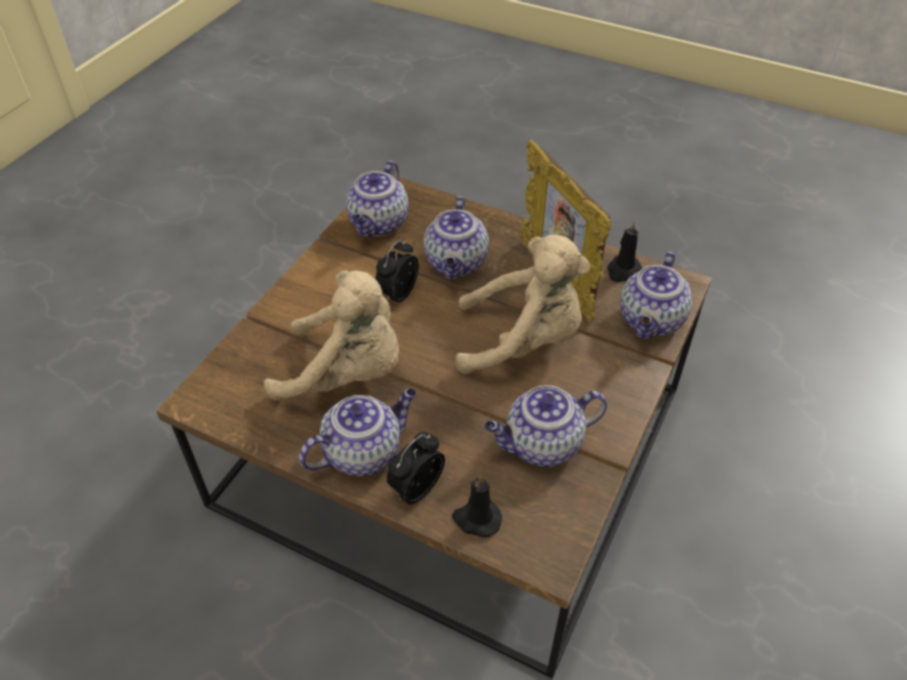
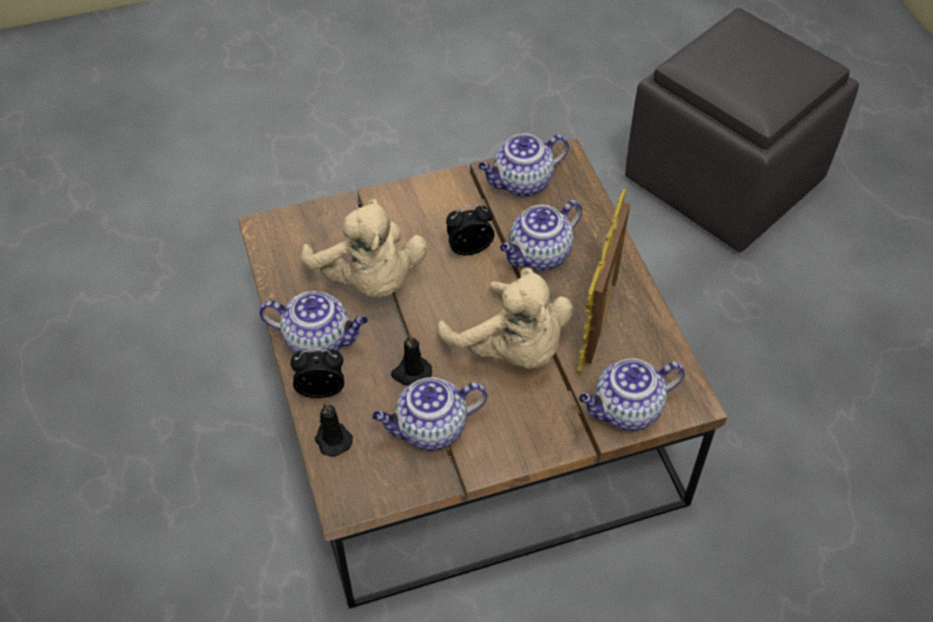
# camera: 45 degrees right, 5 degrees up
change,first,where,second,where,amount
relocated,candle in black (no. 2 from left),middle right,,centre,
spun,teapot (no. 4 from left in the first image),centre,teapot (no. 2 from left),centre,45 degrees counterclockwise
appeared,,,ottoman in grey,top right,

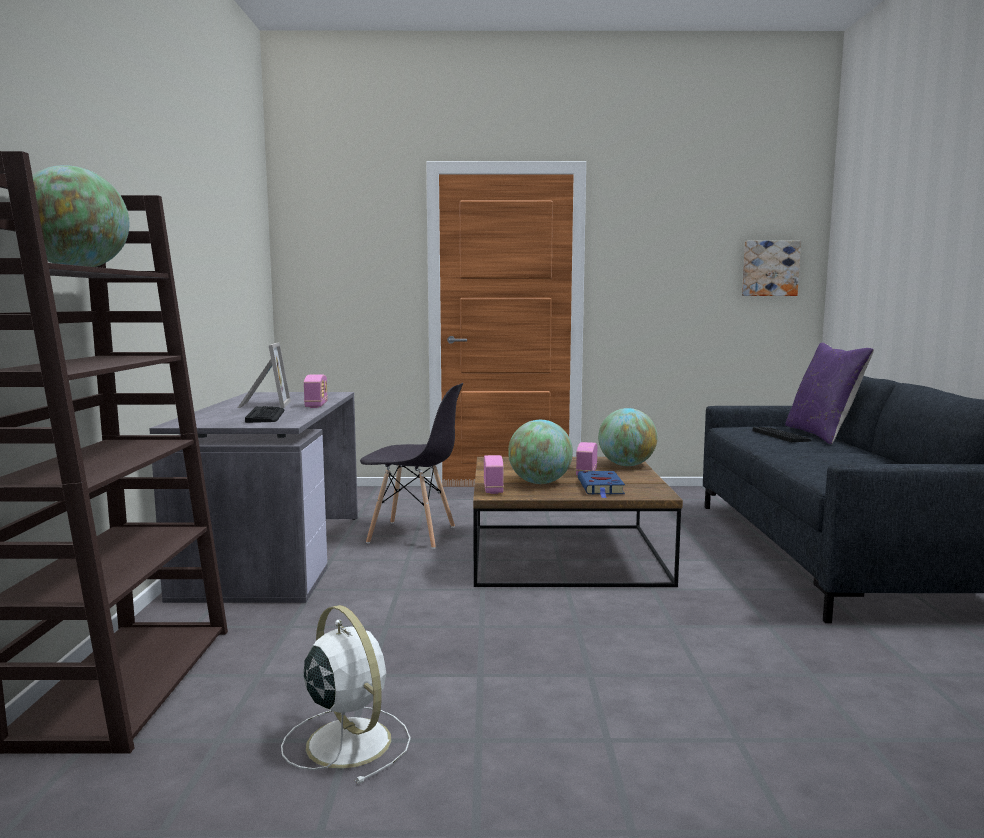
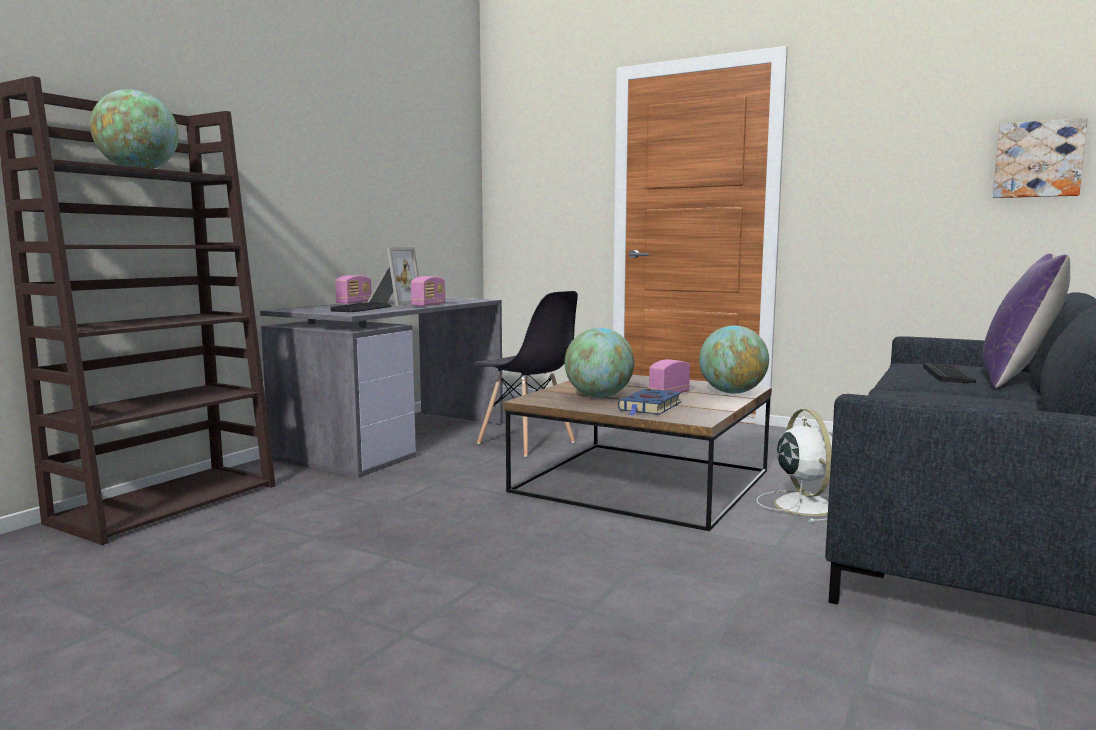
# camera: 30 degrees right, 0 degrees up
change,first,where,second,where,amount
relocated,radio (no. 2 from left in the first image),centre,radio (no. 1 from left),middle left,
relocated,fan in white,bottom centre,,middle right,

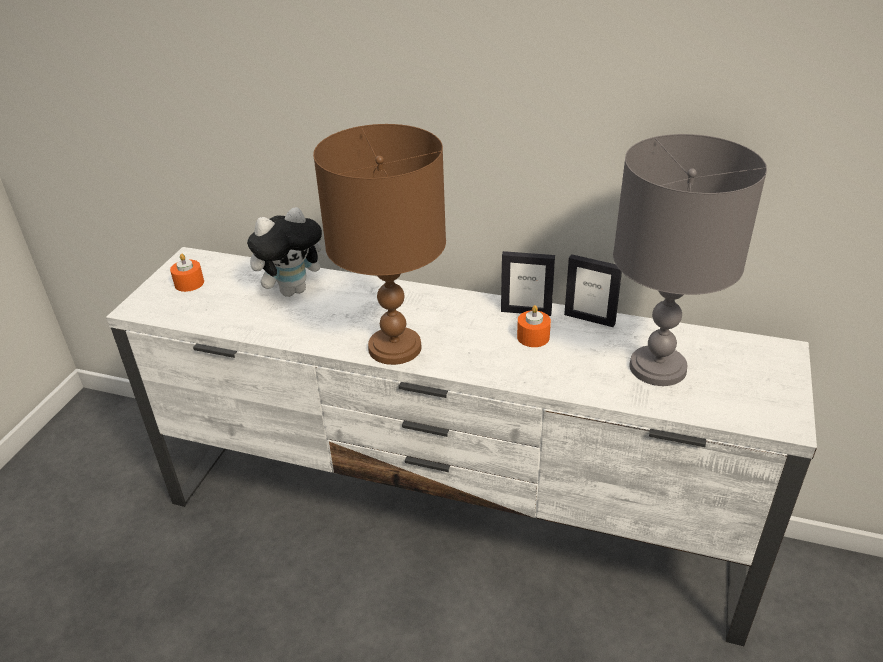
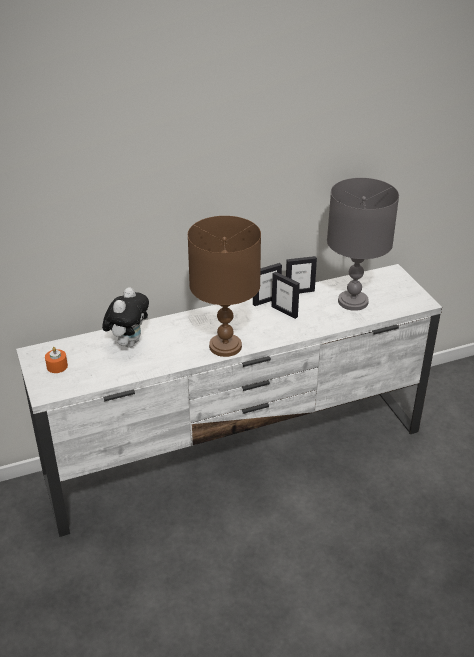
# camera: 40 degrees left, 0 degrees up
change,first,where,second,where,amount
exchanged,candle in orange (no. 2 from left),centre,picture frame (no. 2 from left),centre,

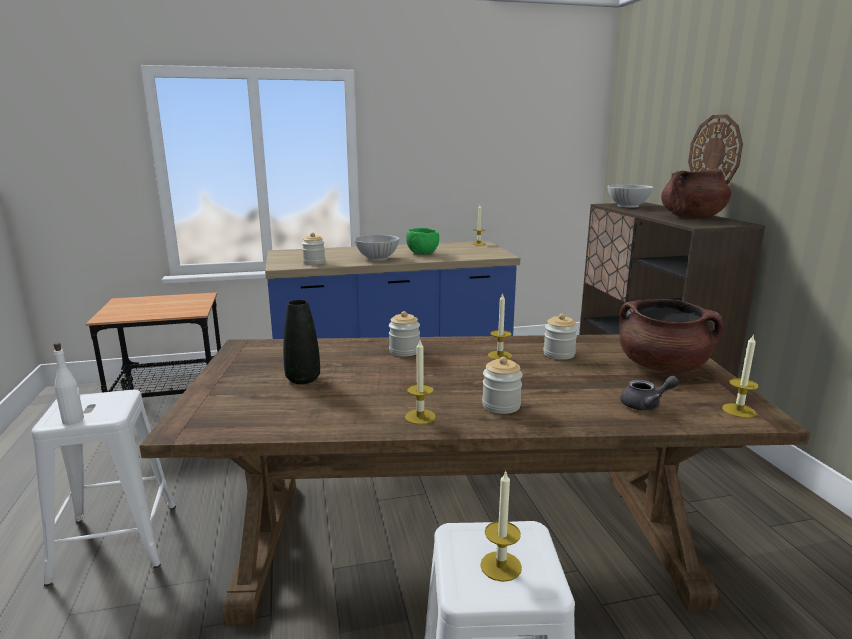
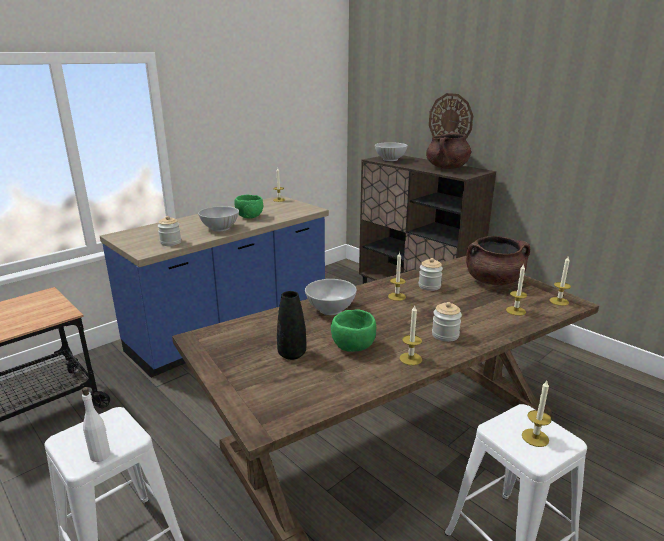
# camera: 30 degrees left, 5 degrees up
change,first,where,second,where,amount
exchanged,jar (no. 2 from left),centre,bowl in white (no. 2 from left),centre,
exchanged,teapot in grey,middle right,candle (no. 4 from left),middle right,
appeared,,,bowl in green (no. 2 from left),centre,

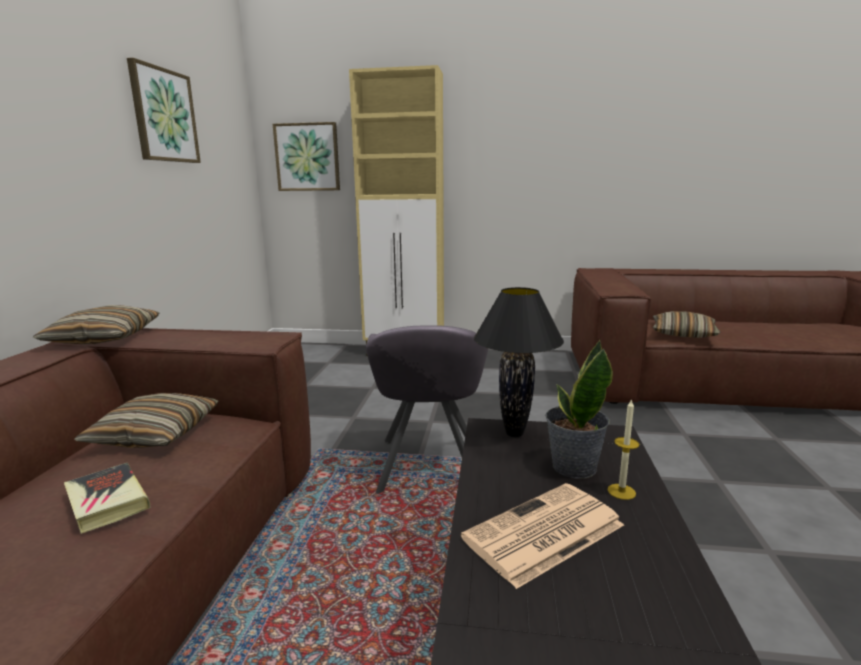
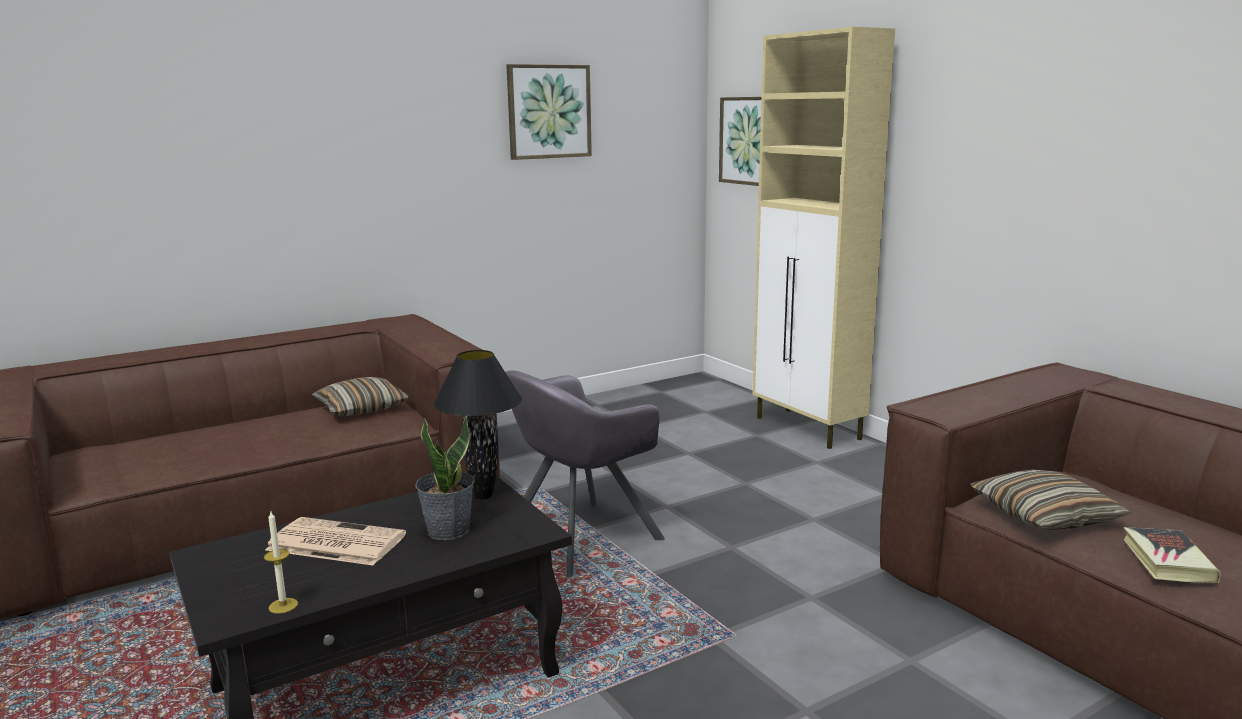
# camera: 50 degrees right, 0 degrees up
change,first,where,second,where,amount
missing,pillow (no. 1 from left),middle left,,,
relocated,candle,bottom right,,bottom left,
relocated,book,bottom left,,bottom right,

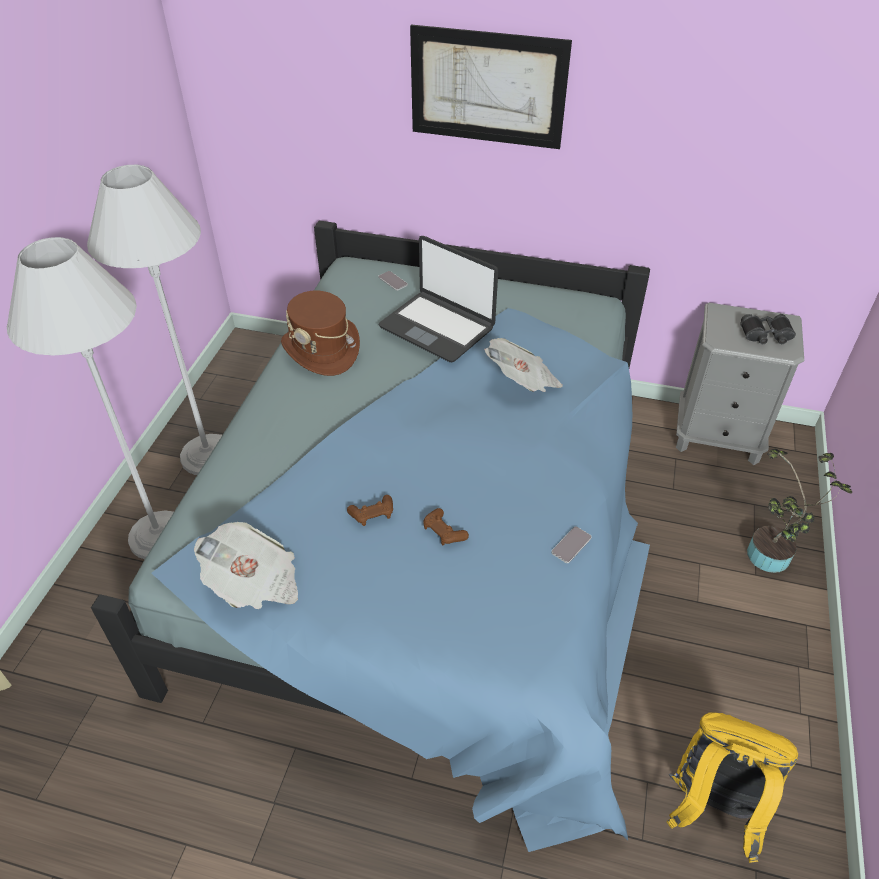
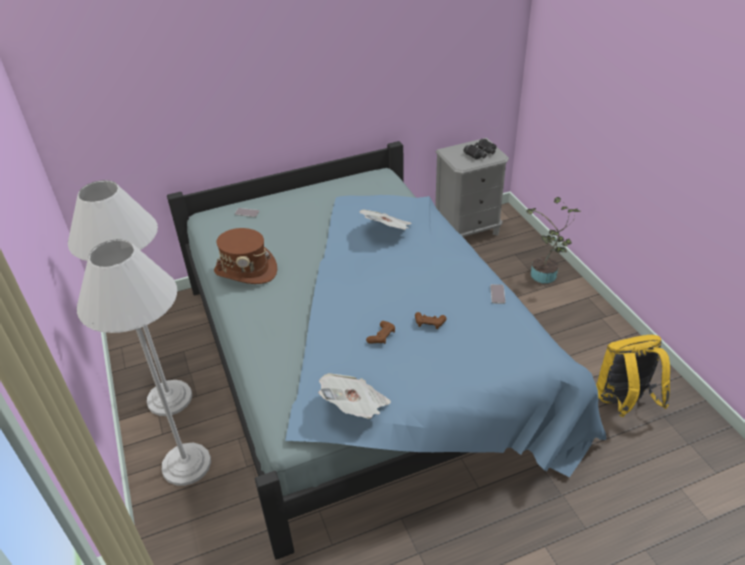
# camera: 35 degrees left, 5 degrees down
change,first,where,second,where,amount
missing,picture,top centre,,,
missing,laptop,centre,,,

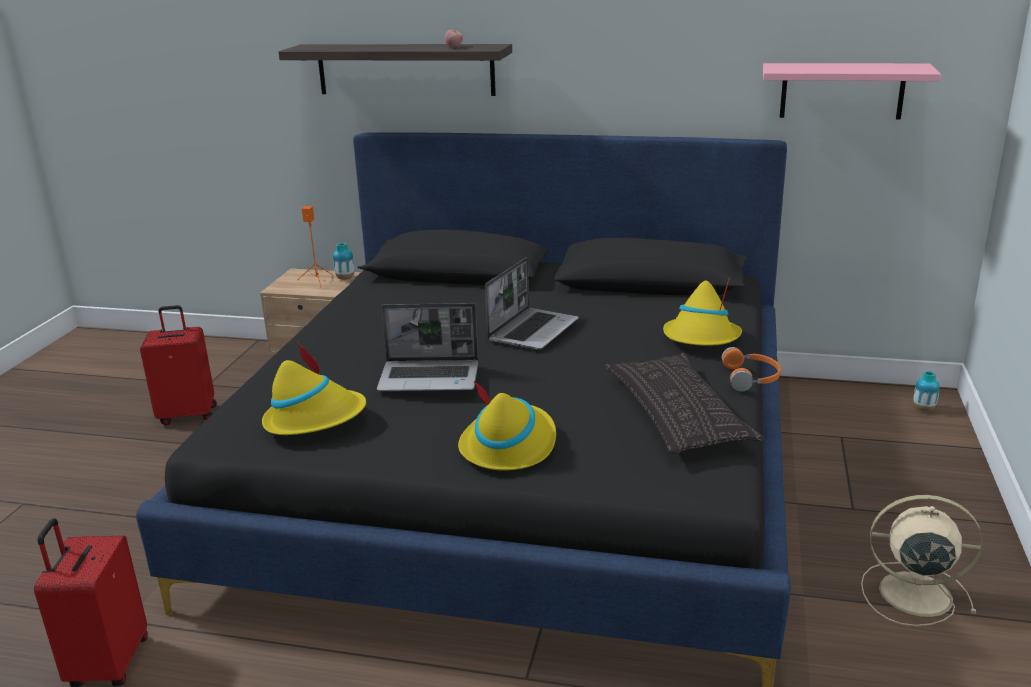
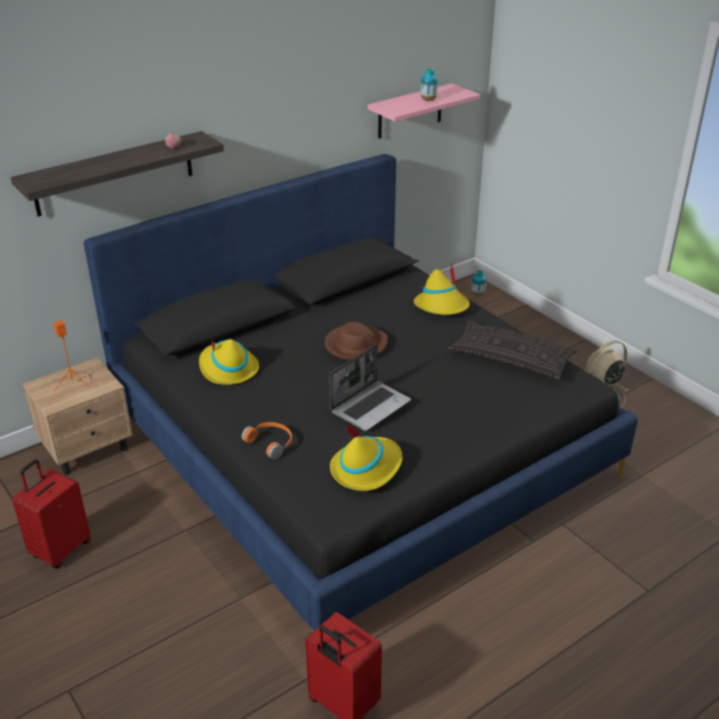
# camera: 50 degrees left, 10 degrees up
change,first,where,second,where,amount
relocated,vase (no. 1 from left),centre,,top centre,
exchanged,laptop (no. 2 from left),centre,hat in brown,centre,
relocated,headphones in orange,middle right,,centre,
relocated,hat in yellow (no. 2 from left in the first image),centre,hat in yellow (no. 1 from left),middle left,

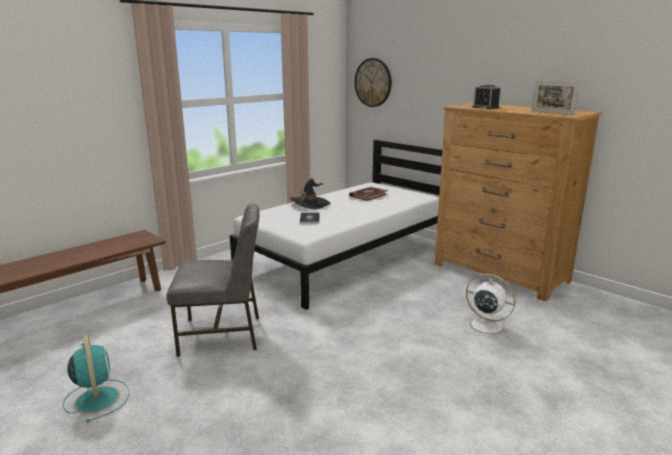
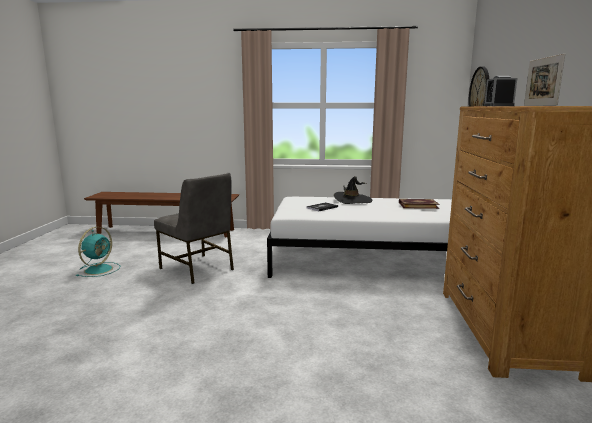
# camera: 50 degrees right, 5 degrees down
change,first,where,second,where,amount
missing,fan in white,bottom right,,,

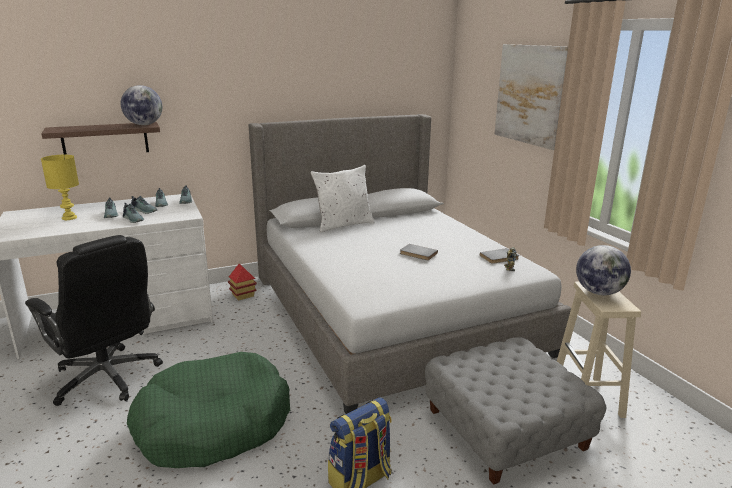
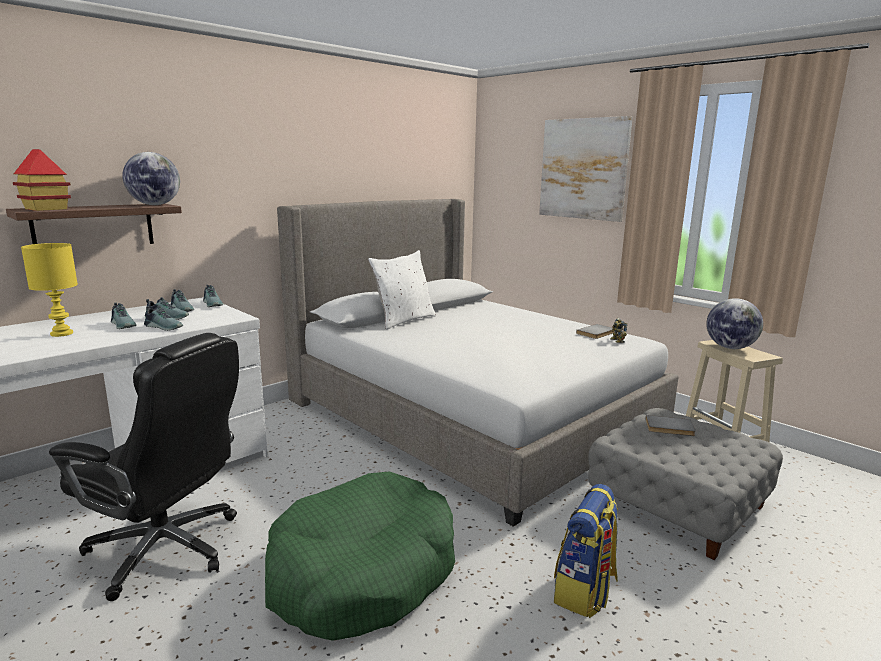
# camera: 20 degrees left, 5 degrees down
change,first,where,second,where,amount
relocated,book in grey (no. 1 from left in the first image),centre,book in grey (no. 2 from left),middle right,
relocated,toy house,middle left,,top left,

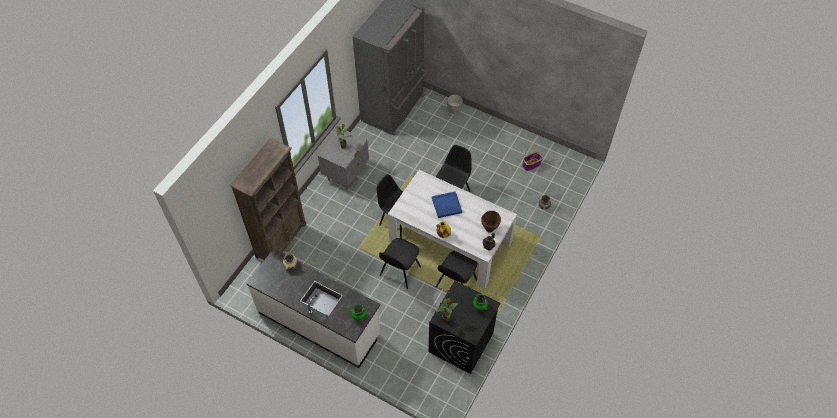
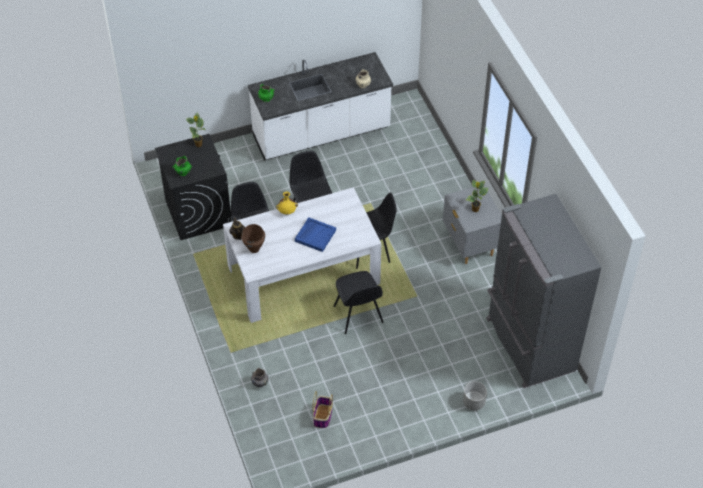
# camera: 130 degrees right, 5 degrees down
change,first,where,second,where,amount
missing,bookcase in brown,middle left,,,

